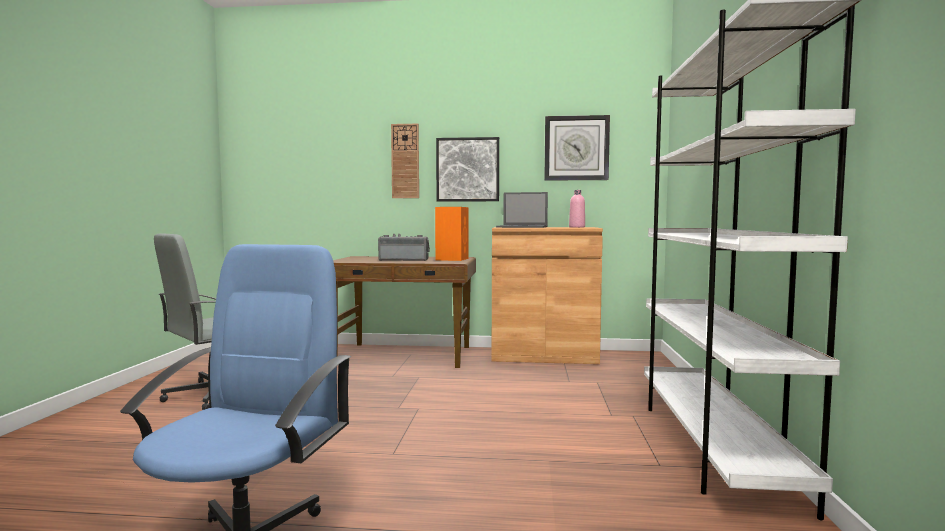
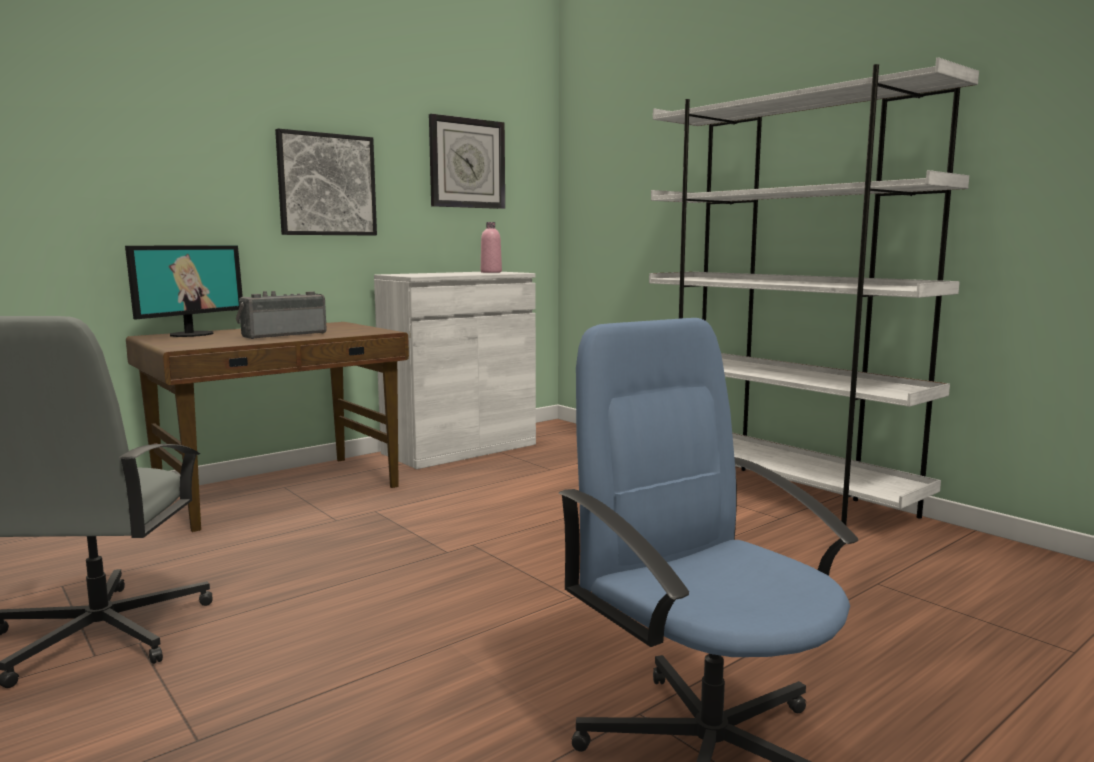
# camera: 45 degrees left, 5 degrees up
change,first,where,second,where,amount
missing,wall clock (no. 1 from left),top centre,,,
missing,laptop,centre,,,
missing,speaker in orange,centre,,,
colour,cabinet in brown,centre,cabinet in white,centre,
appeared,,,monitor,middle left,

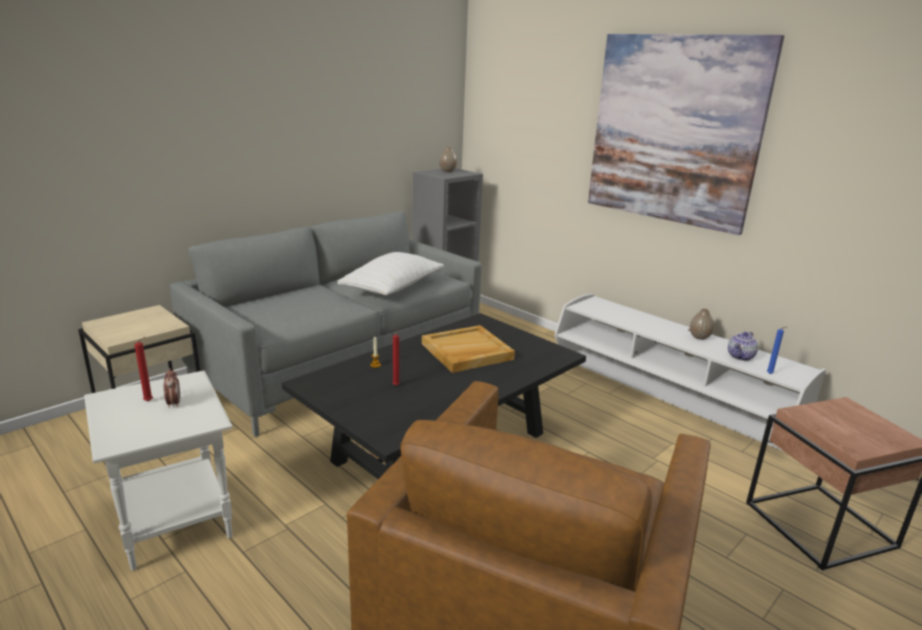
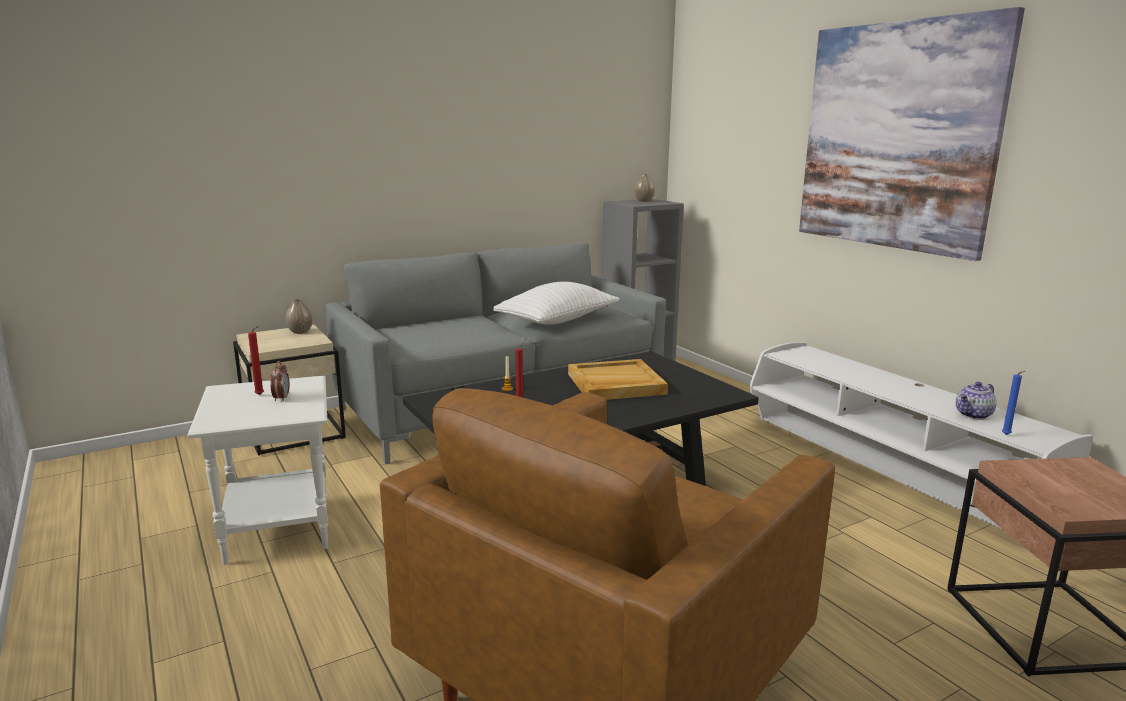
# camera: 15 degrees right, 5 degrees down
change,first,where,second,where,amount
relocated,vase (no. 2 from left in the first image),middle right,vase (no. 1 from left),middle left,

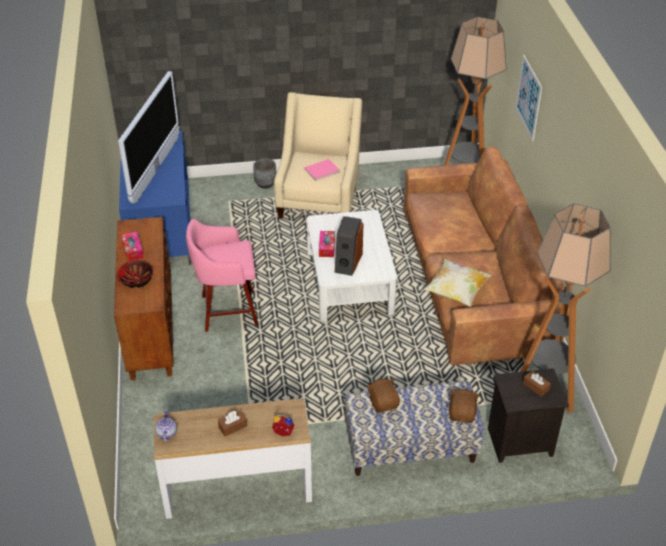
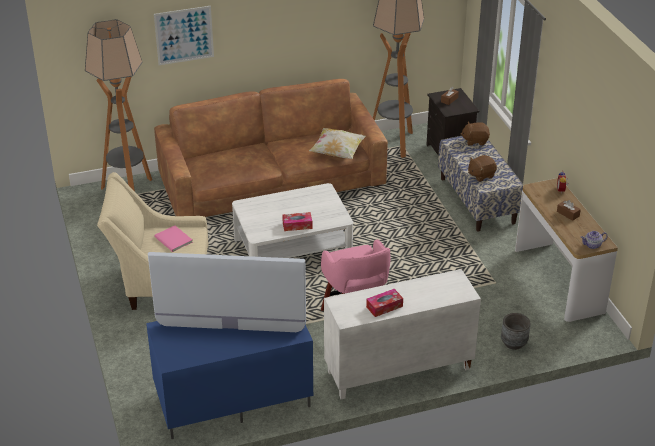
# camera: 100 degrees left, 5 degrees down
change,first,where,second,where,amount
relocated,planter in grey,top centre,,bottom right,
missing,speaker,centre,,,
colour,cabinet in brown,middle left,cabinet in white,bottom centre,
missing,bowl,middle left,,,

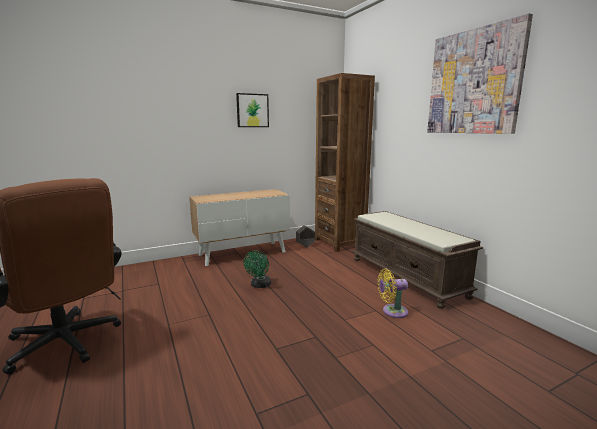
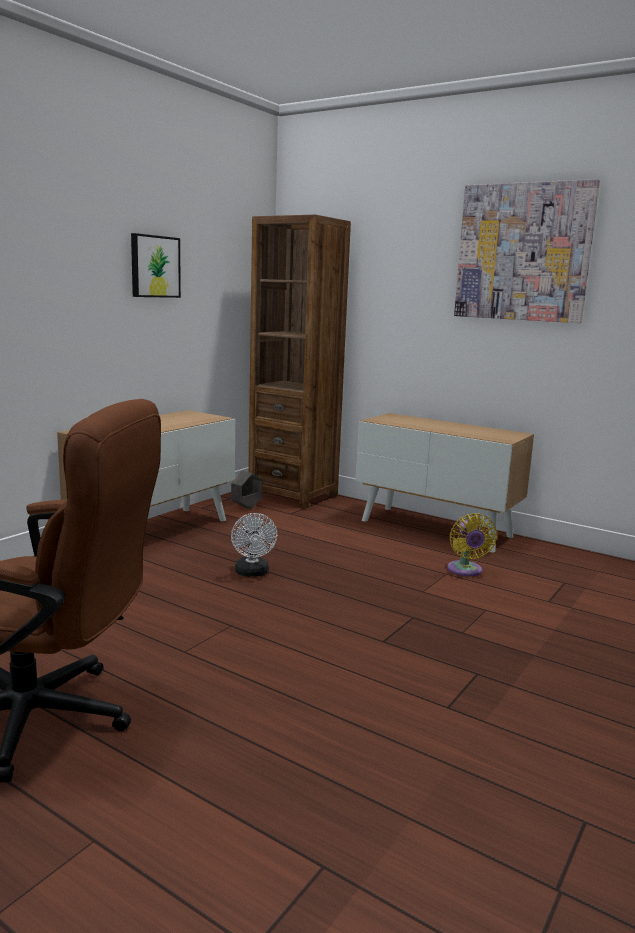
# camera: 30 degrees left, 0 degrees up
change,first,where,second,where,amount
exchanged,bench in brown,middle right,cabinet (no. 2 from left),middle right,
colour,fan in green,centre,fan in white,centre,
spun,fan in yellow,bottom centre,,middle right,60 degrees counterclockwise

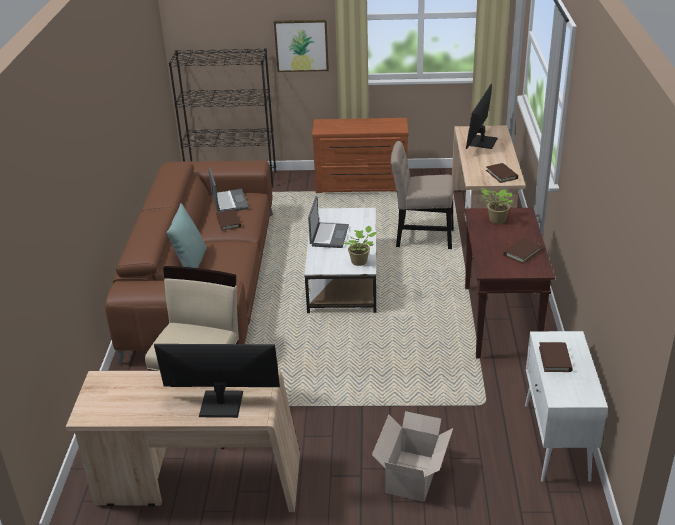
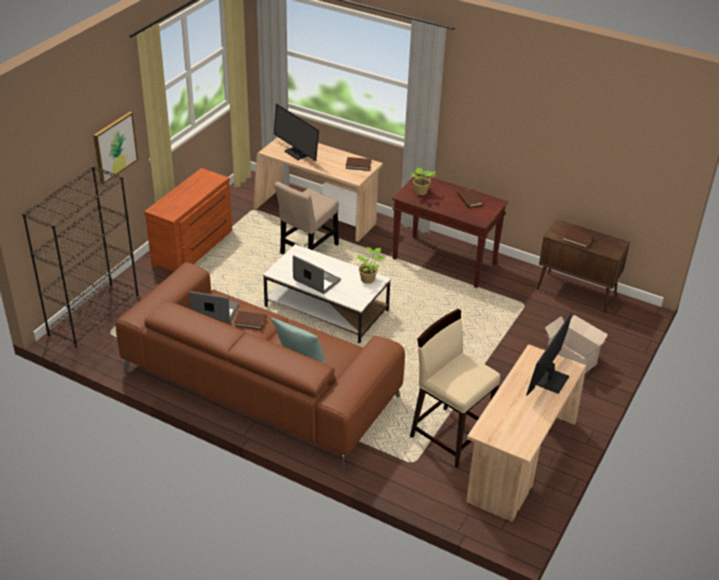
# camera: 65 degrees left, 5 degrees up
change,first,where,second,where,amount
colour,cabinet in white,bottom right,cabinet in brown,middle right,

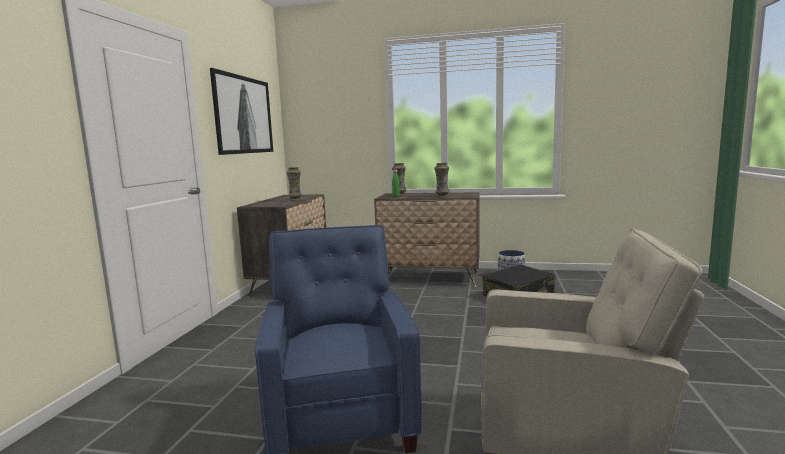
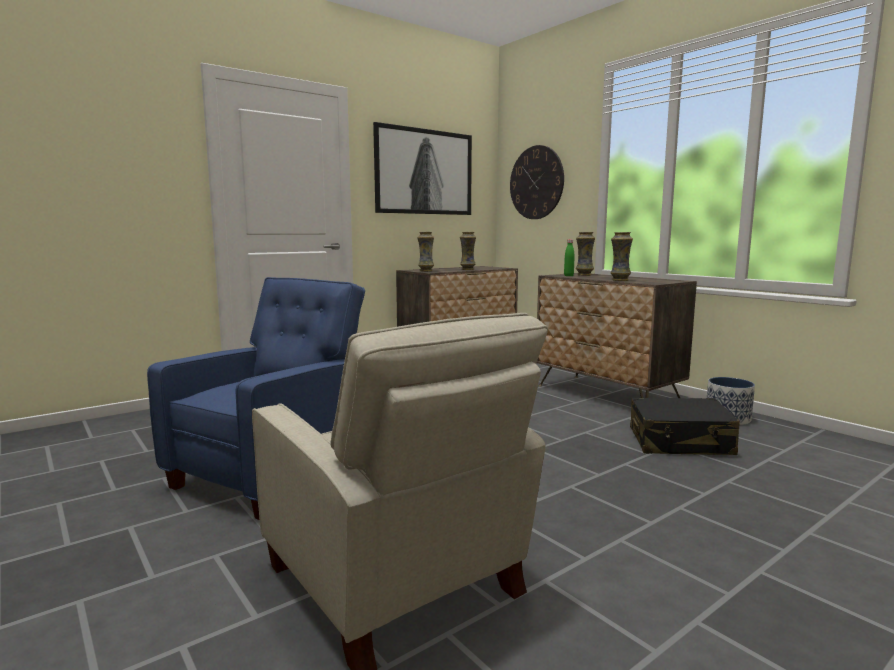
# camera: 40 degrees right, 0 degrees up
change,first,where,second,where,amount
appeared,,,wall clock,top centre,
appeared,,,vase (no. 1 from left),centre,

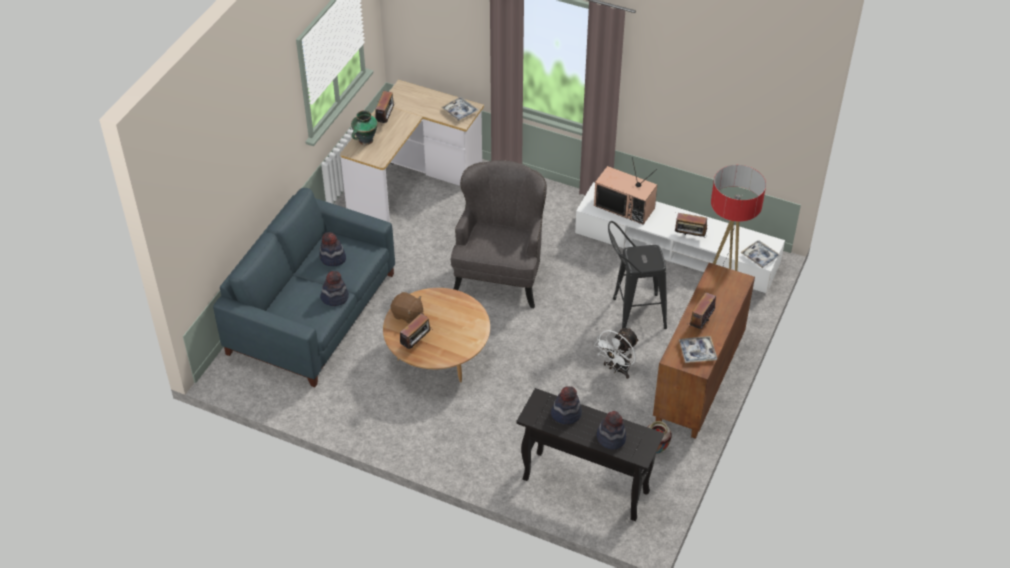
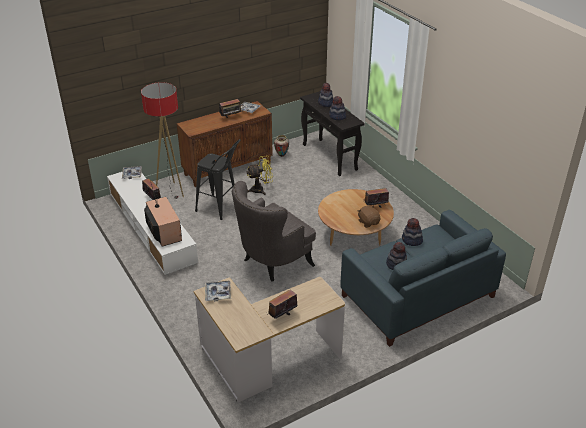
# camera: 145 degrees left, 10 degrees down
change,first,where,second,where,amount
missing,vase (no. 1 from left),top centre,,,
colour,fan in white,centre,fan in yellow,centre,

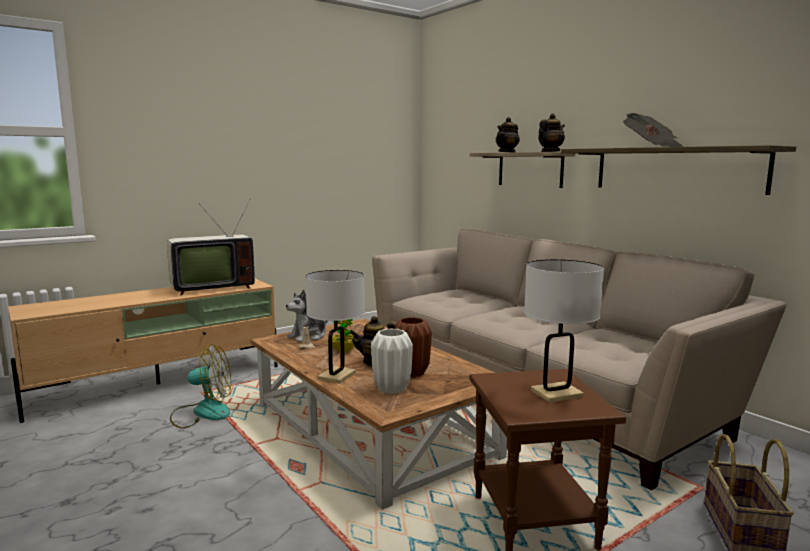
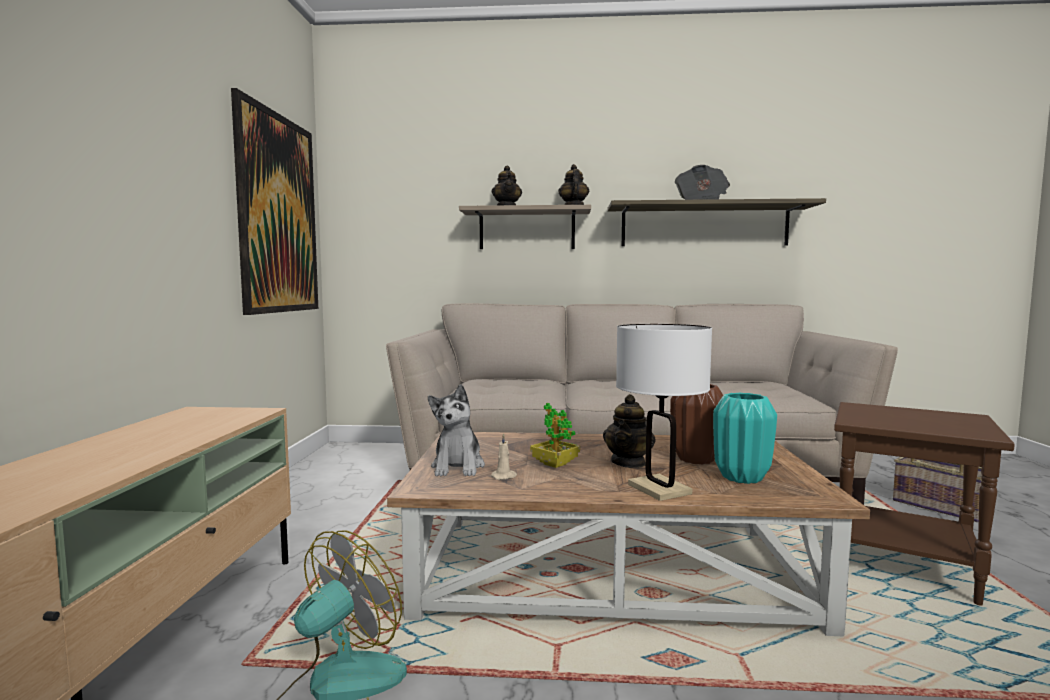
# camera: 50 degrees left, 5 degrees down
change,first,where,second,where,amount
missing,television,middle left,,,
missing,table lamp in white (no. 2 from left),middle right,,,
colour,vase in white,centre,vase in turquoise,middle right,
appeared,,,picture,top left,

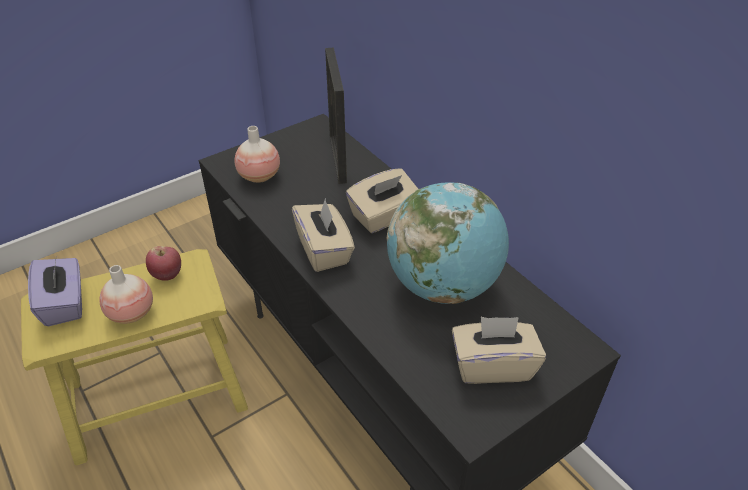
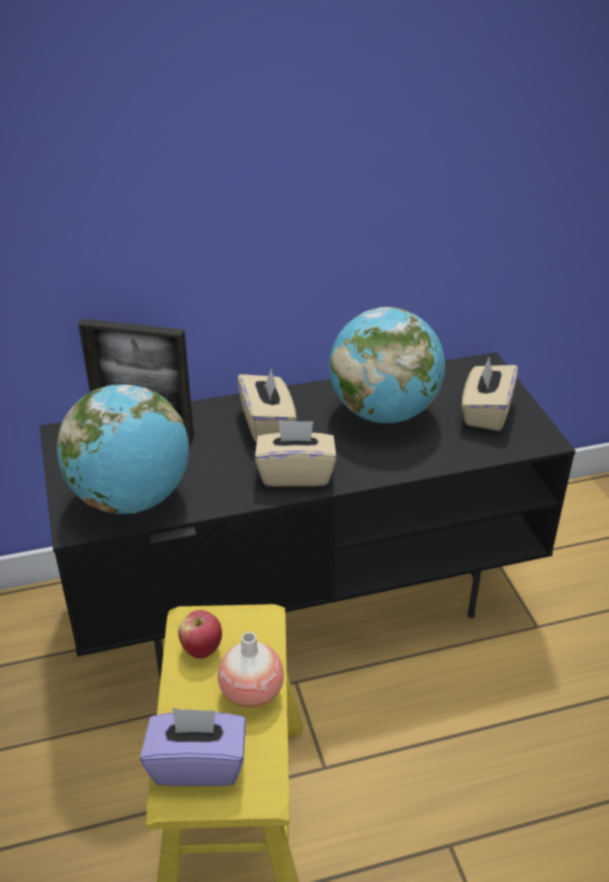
# camera: 70 degrees left, 5 degrees down
change,first,where,second,where,amount
exchanged,vase (no. 2 from left),top centre,globe (no. 1 from left),middle left,

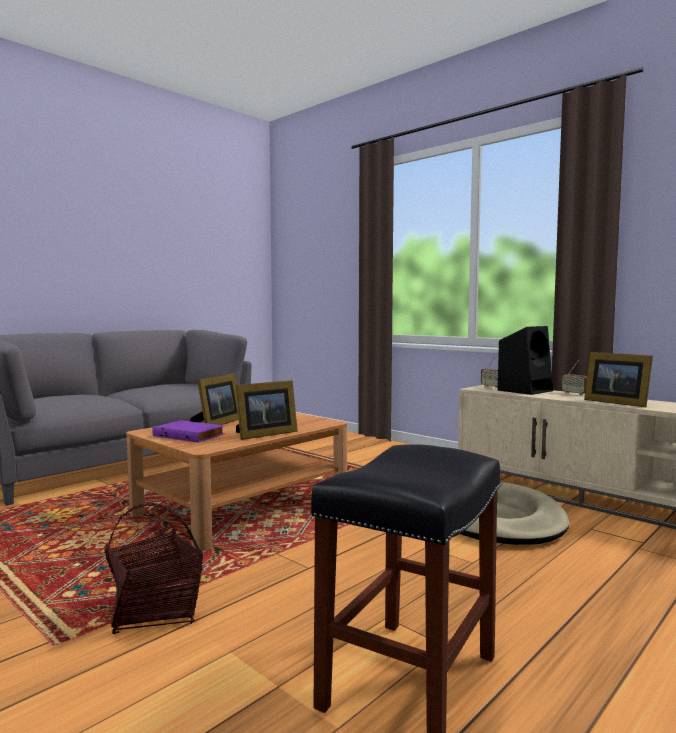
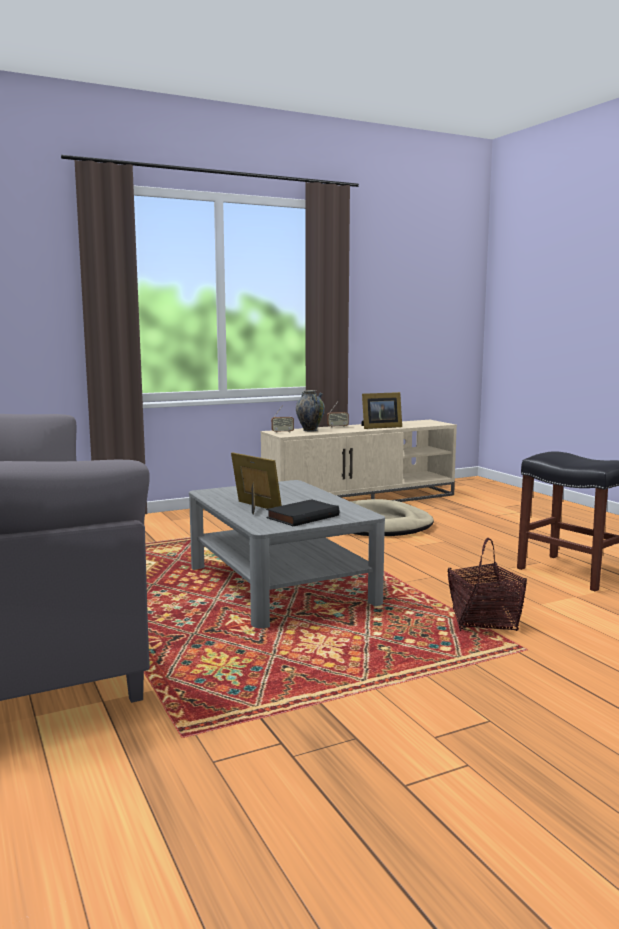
# camera: 70 degrees left, 5 degrees up
change,first,where,second,where,amount
exchanged,speaker in black,middle right,vase,centre,
missing,picture frame (no. 2 from left),centre,,,
colour,coffee table in brown,centre,coffee table in grey,centre,
colour,book in purple,middle left,book in black,centre,

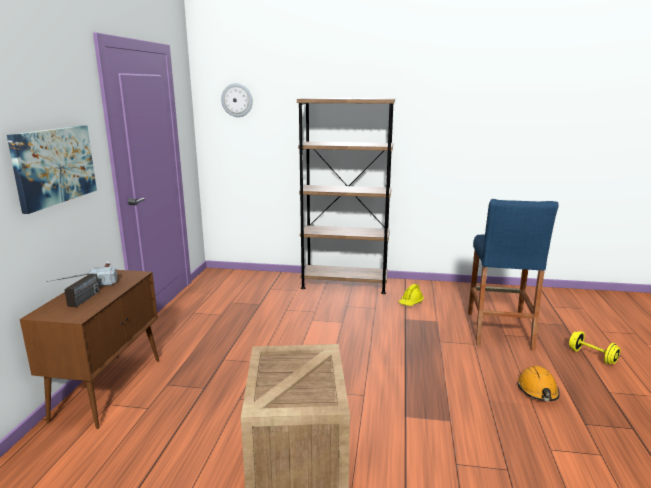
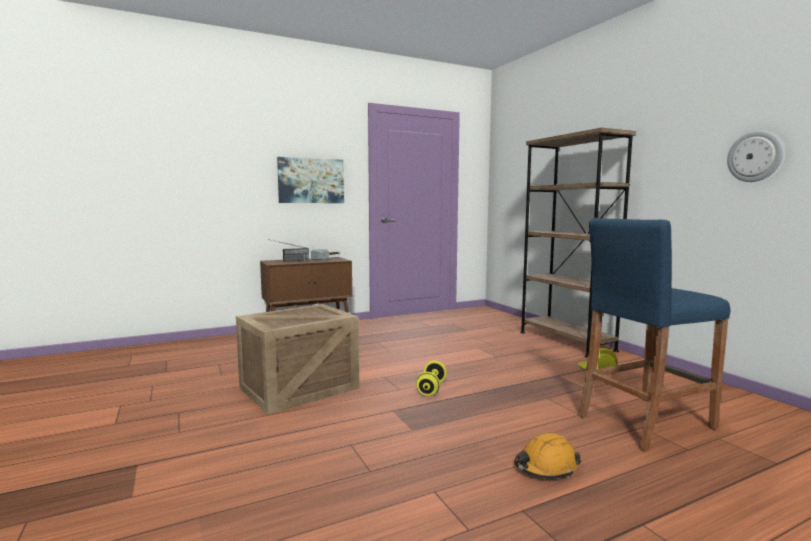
# camera: 55 degrees right, 10 degrees down
change,first,where,second,where,amount
relocated,wall clock,top centre,,top right,
relocated,dumbbell in yellow,bottom right,,bottom centre,

